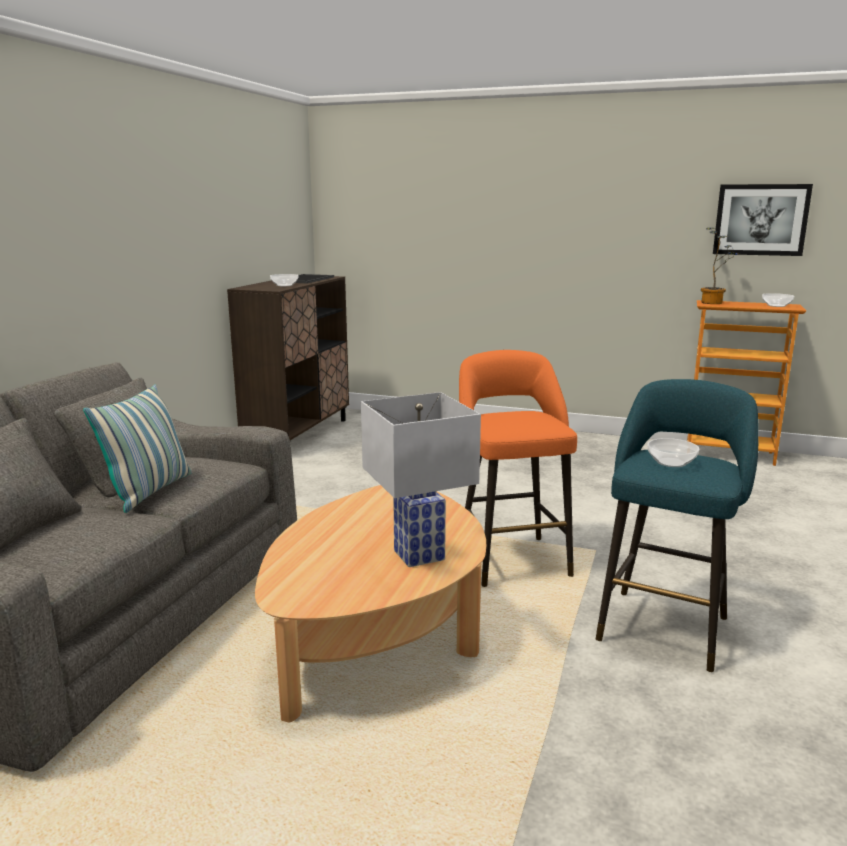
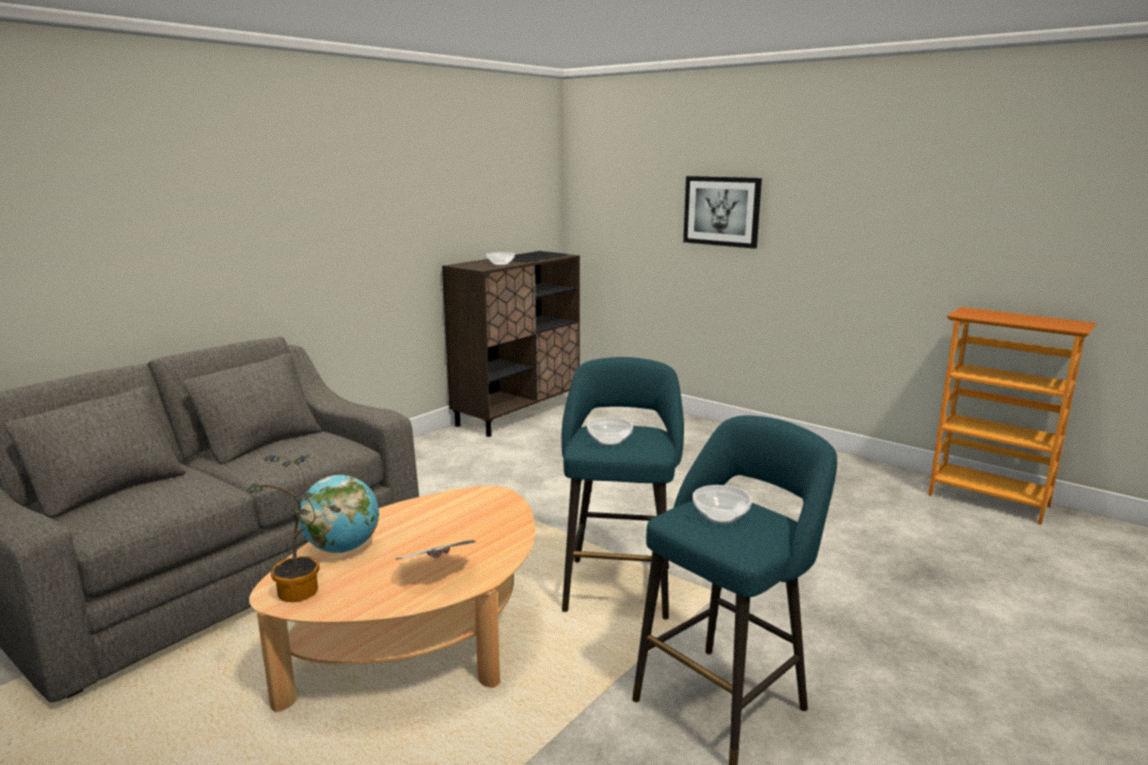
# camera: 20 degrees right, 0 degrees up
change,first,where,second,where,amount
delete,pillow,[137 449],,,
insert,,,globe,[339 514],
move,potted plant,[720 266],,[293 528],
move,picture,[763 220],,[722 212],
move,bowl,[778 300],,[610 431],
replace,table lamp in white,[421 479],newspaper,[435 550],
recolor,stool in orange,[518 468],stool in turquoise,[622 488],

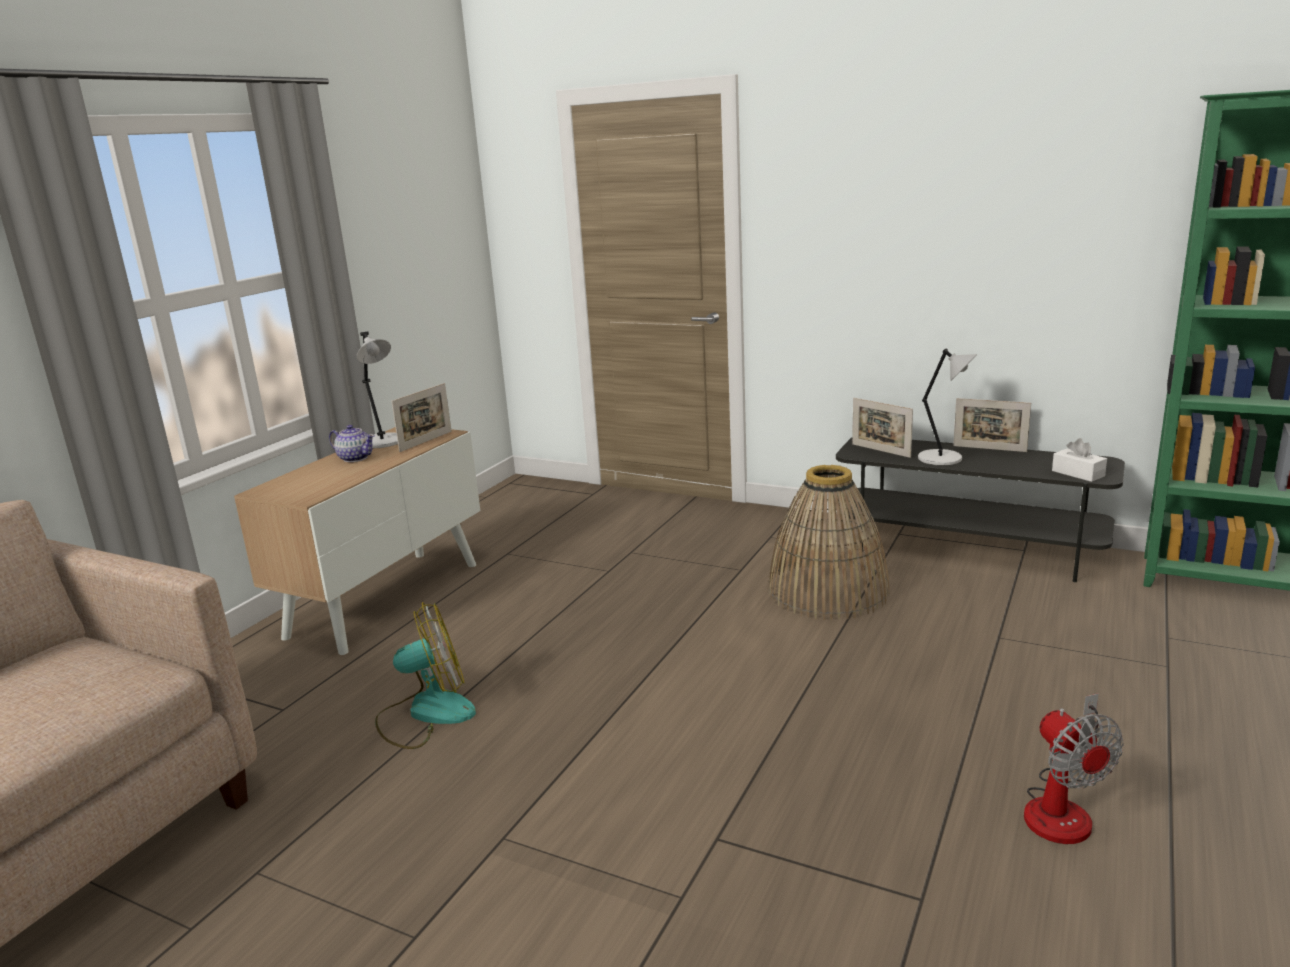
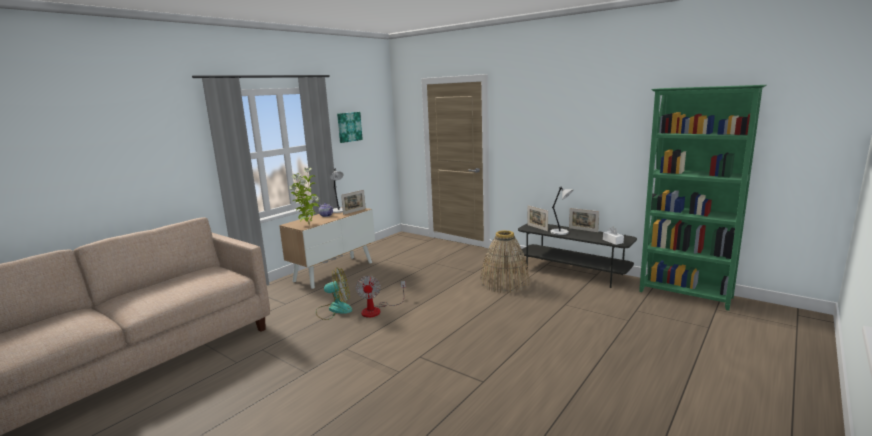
# camera: 10 degrees right, 5 degrees down
change,first,where,second,where,amount
insert,,,potted plant,[304 197],
insert,,,picture,[350 127],
move,fan,[1074 768],,[380 296],

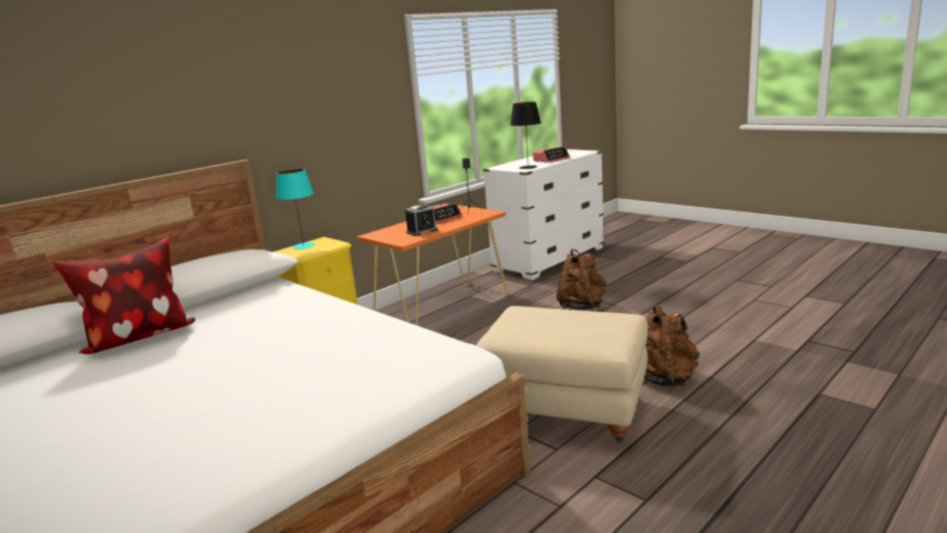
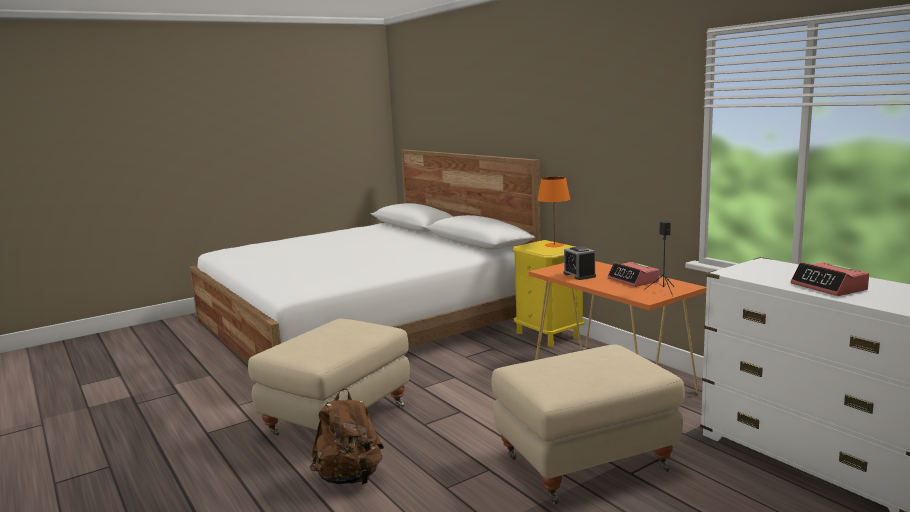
# camera: 100 degrees right, 5 degrees down
change,first,where,second,where,amount
delete,pillow,[124 295],,,
delete,table lamp in black,[525 135],,,
replace,backpack in brown,[581 279],ottoman in beige,[588 424],
recolor,table lamp in turquoise,[295 208],table lamp in orange,[553 211],

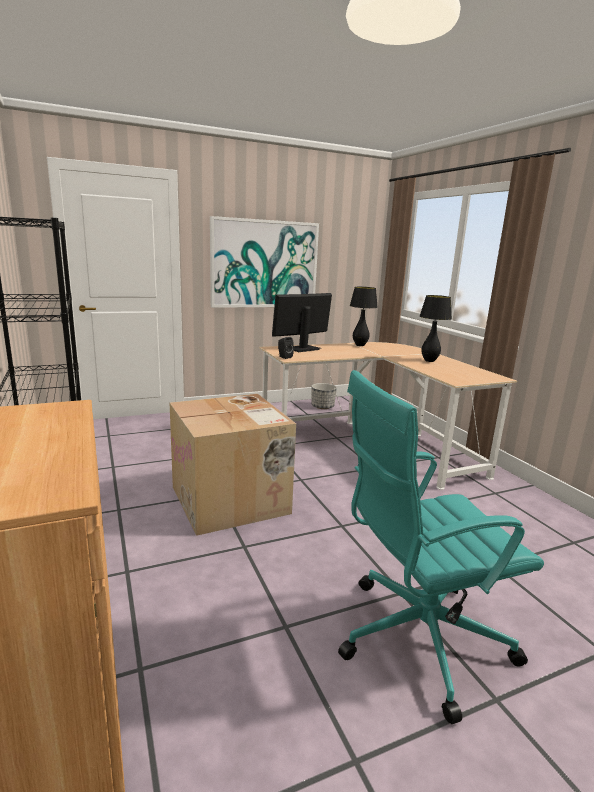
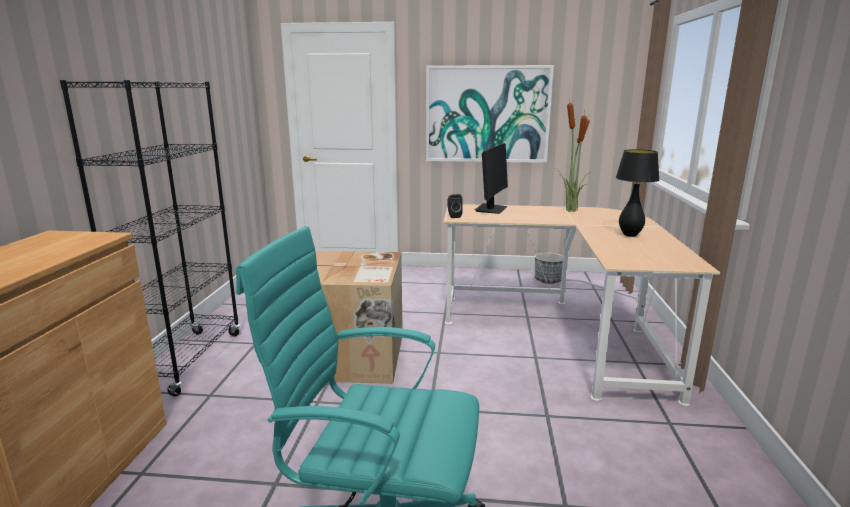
# camera: 30 degrees right, 0 degrees up
change,first,where,second,where,amount
replace,table lamp in black,[364 316],potted plant,[572 155],
rotate,monitor,[302 322],,[491 178],120 degrees clockwise

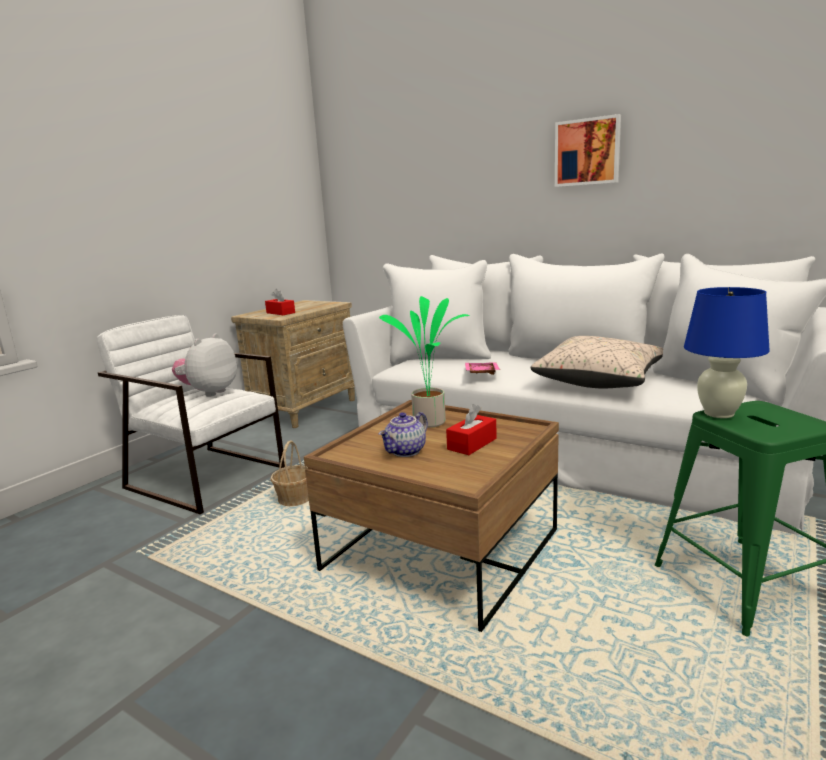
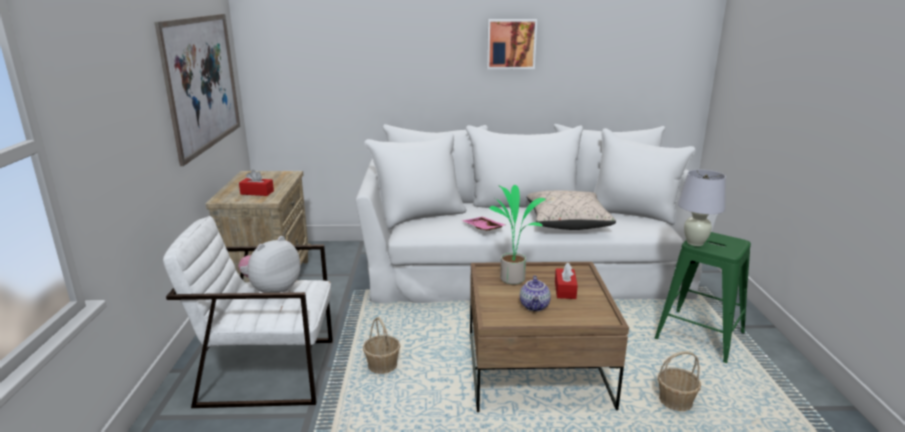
# camera: 35 degrees left, 5 degrees up
change,first,where,second,where,amount
insert,,,picture,[197 90],
insert,,,basket,[679 381],
recolor,table lamp in blue,[727 352],table lamp in white,[702 208],
rotate,plush toy,[204 365],,[269 264],45 degrees clockwise

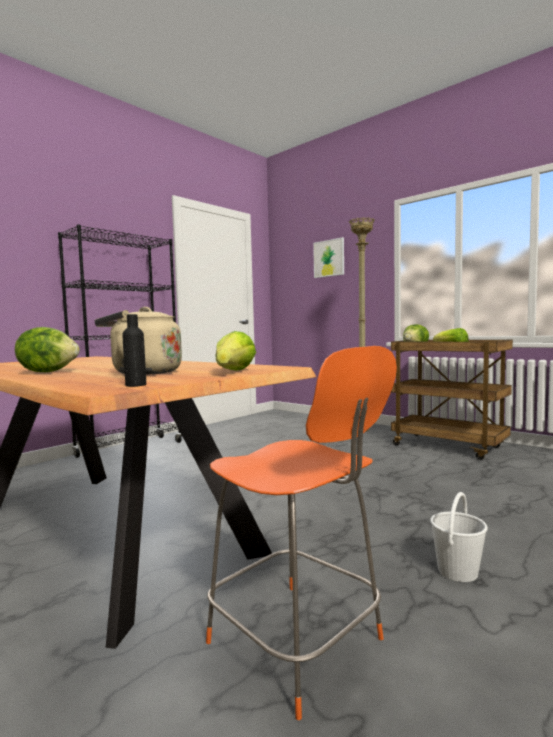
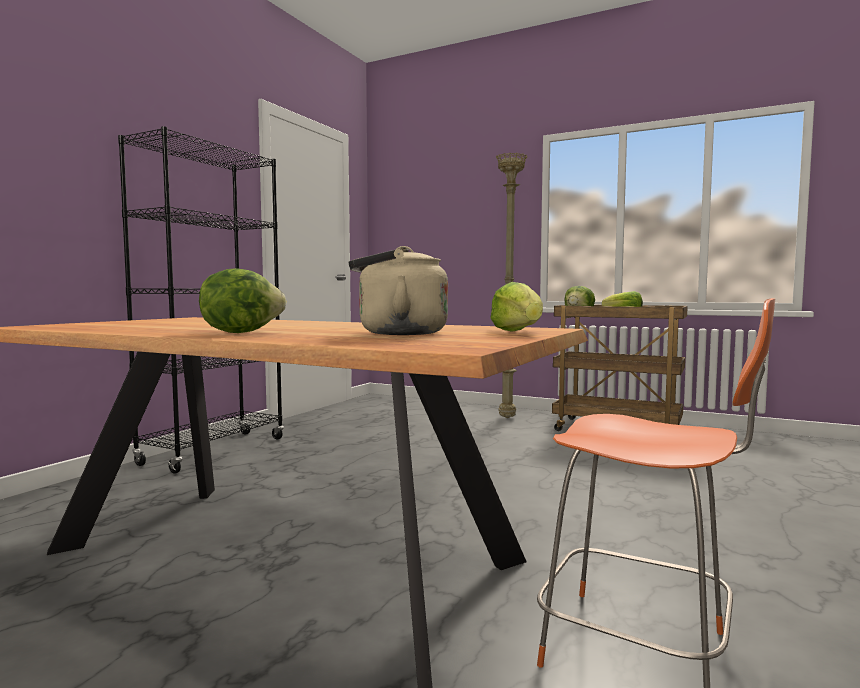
# camera: 15 degrees left, 0 degrees up
change,first,where,second,where,amount
delete,bottle in black,[134 350],,,
delete,picture,[328 257],,,
delete,bucket in white,[459 537],,,

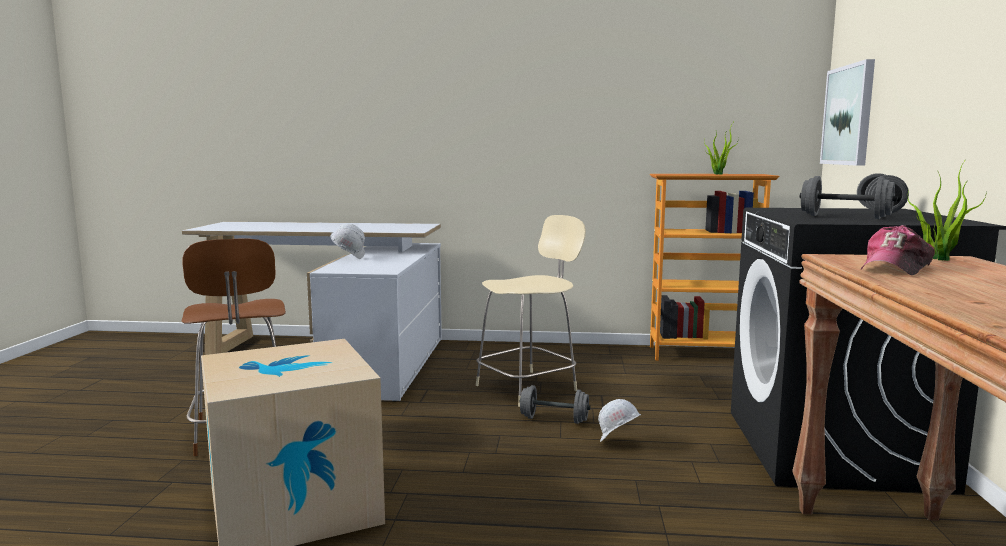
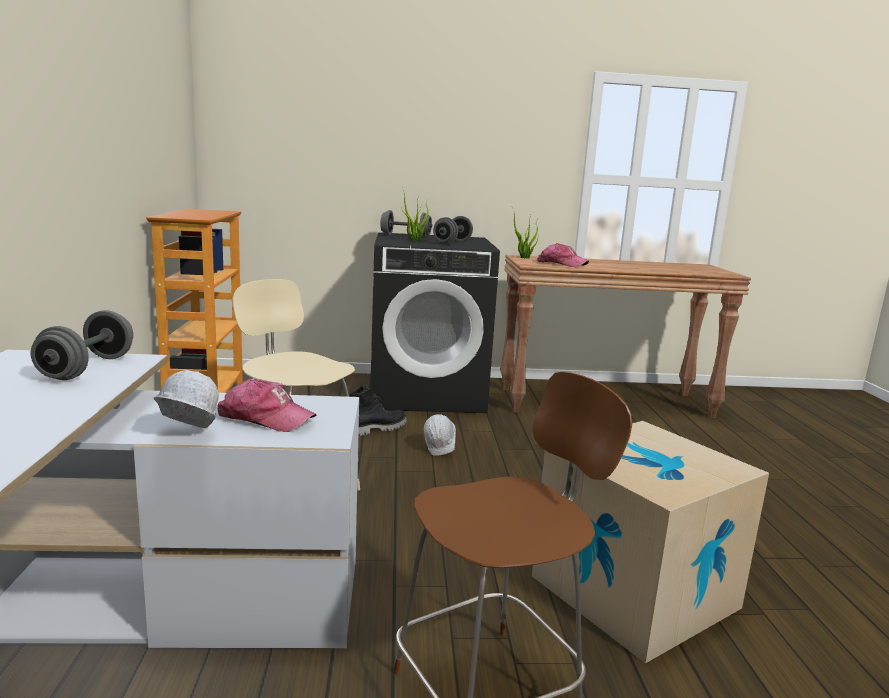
# camera: 100 degrees left, 5 degrees up
change,first,where,second,where,amount
delete,picture,[847 112],,,
insert,,,cap,[267 405],
insert,,,boot in black,[378 410],
move,dumbbell in grey,[555 404],,[82 345],
move,potted plant,[721 149],,[415 214],

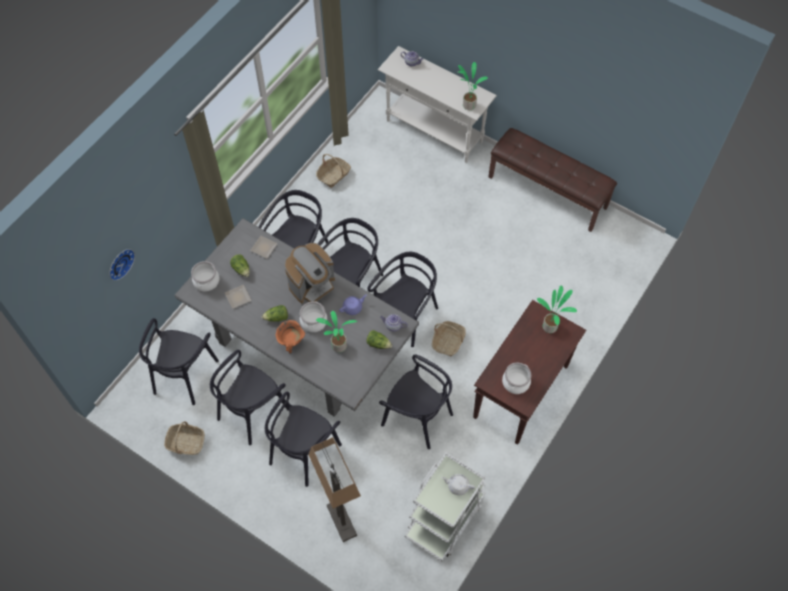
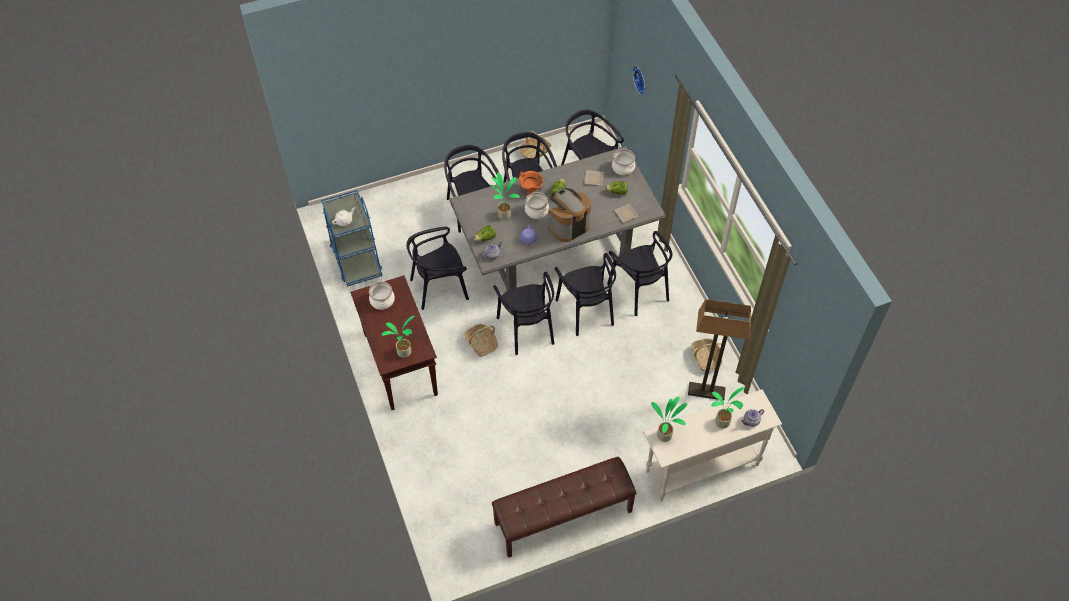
# camera: 125 degrees right, 5 degrees down
change,first,where,second,where,amount
insert,,,potted plant,[728 407],
move,floor lamp,[334 489],,[719 349],
recolor,cart in white,[445 507],cart in blue,[351 238],
rotate,coffee machine,[309 273],,[570 215],60 degrees clockwise

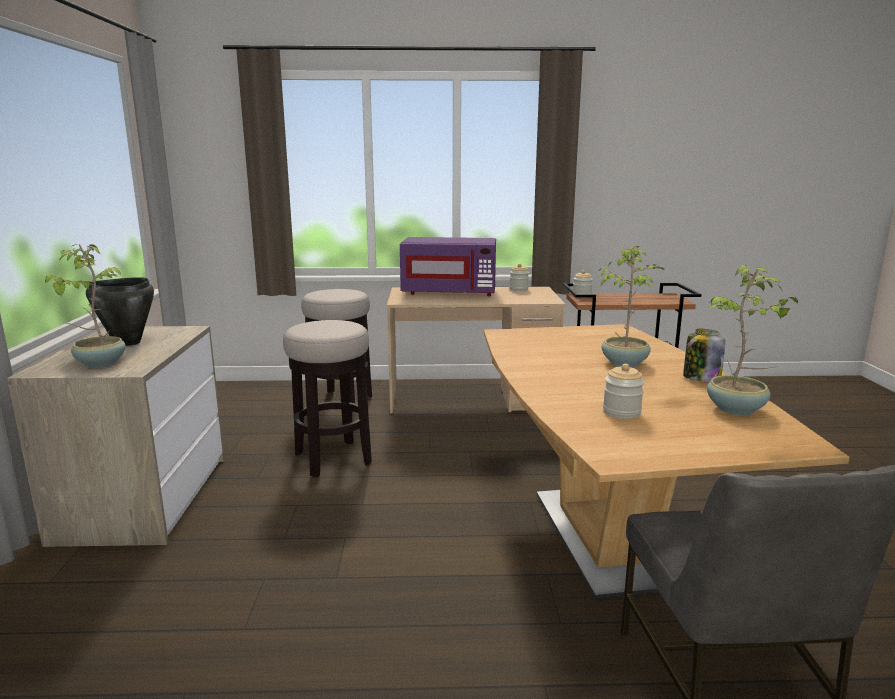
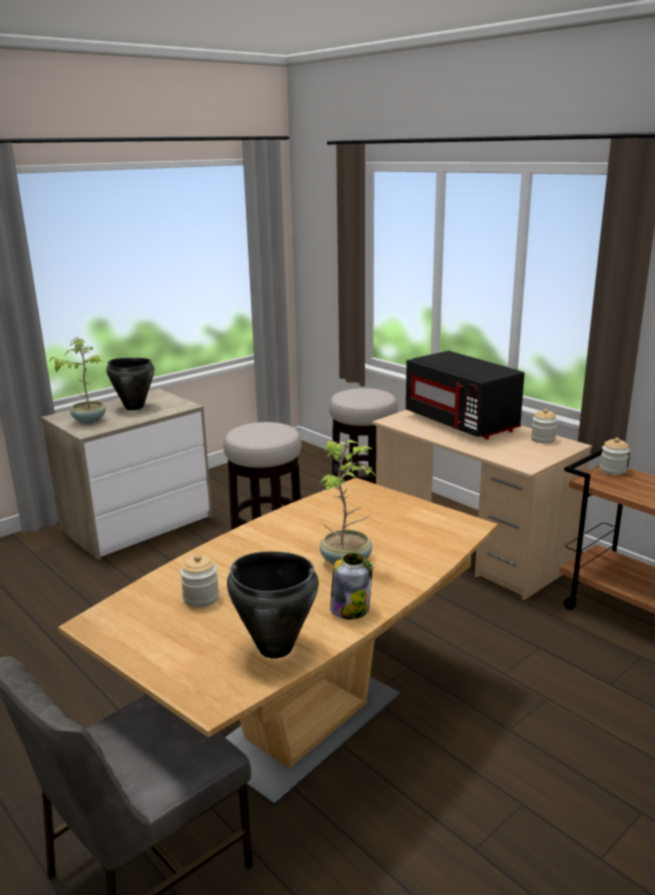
# camera: 50 degrees right, 5 degrees up
change,first,where,second,where,amount
replace,potted plant,[752 340],cooking pot in black,[273 605],
recolor,microwave in purple,[448 266],microwave in black,[465 395],

